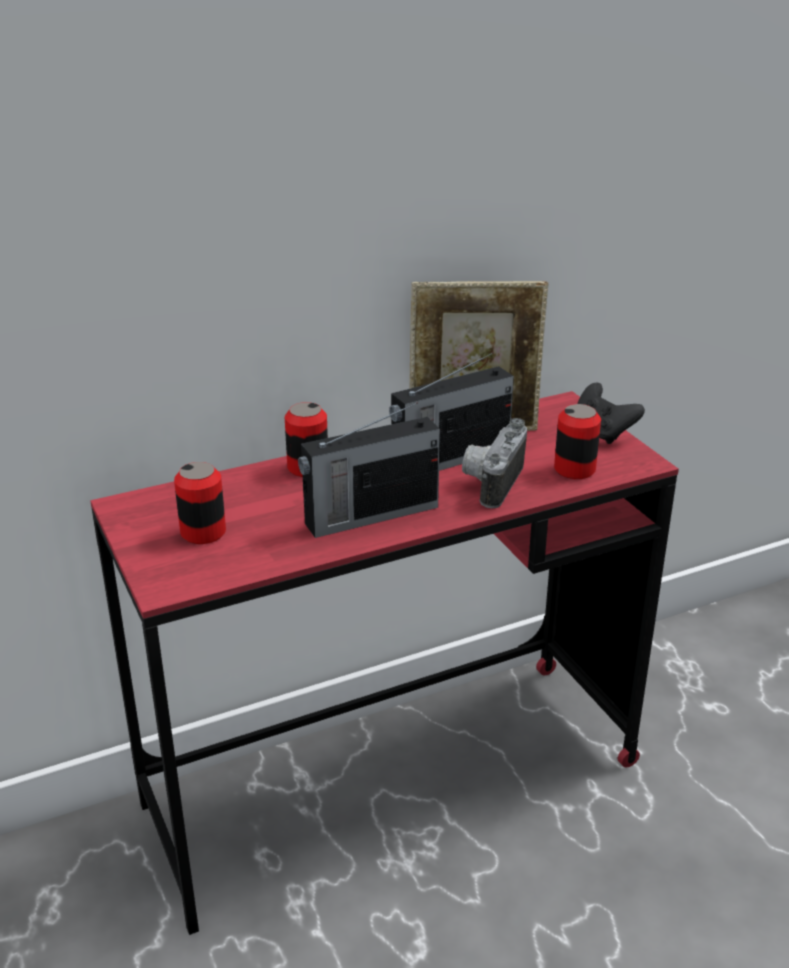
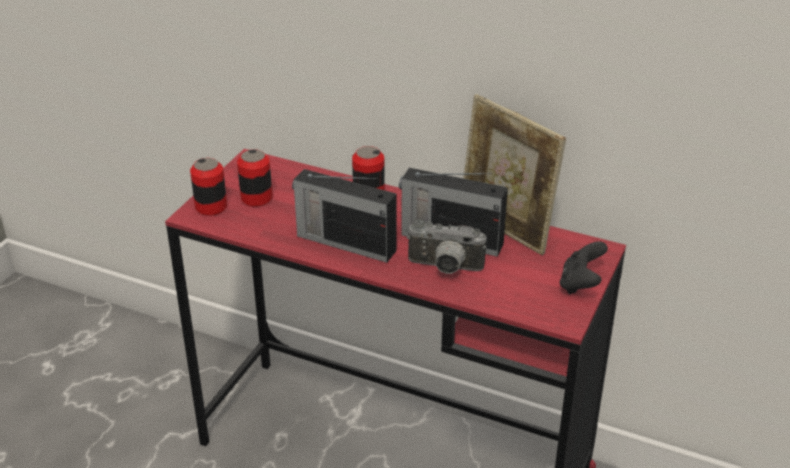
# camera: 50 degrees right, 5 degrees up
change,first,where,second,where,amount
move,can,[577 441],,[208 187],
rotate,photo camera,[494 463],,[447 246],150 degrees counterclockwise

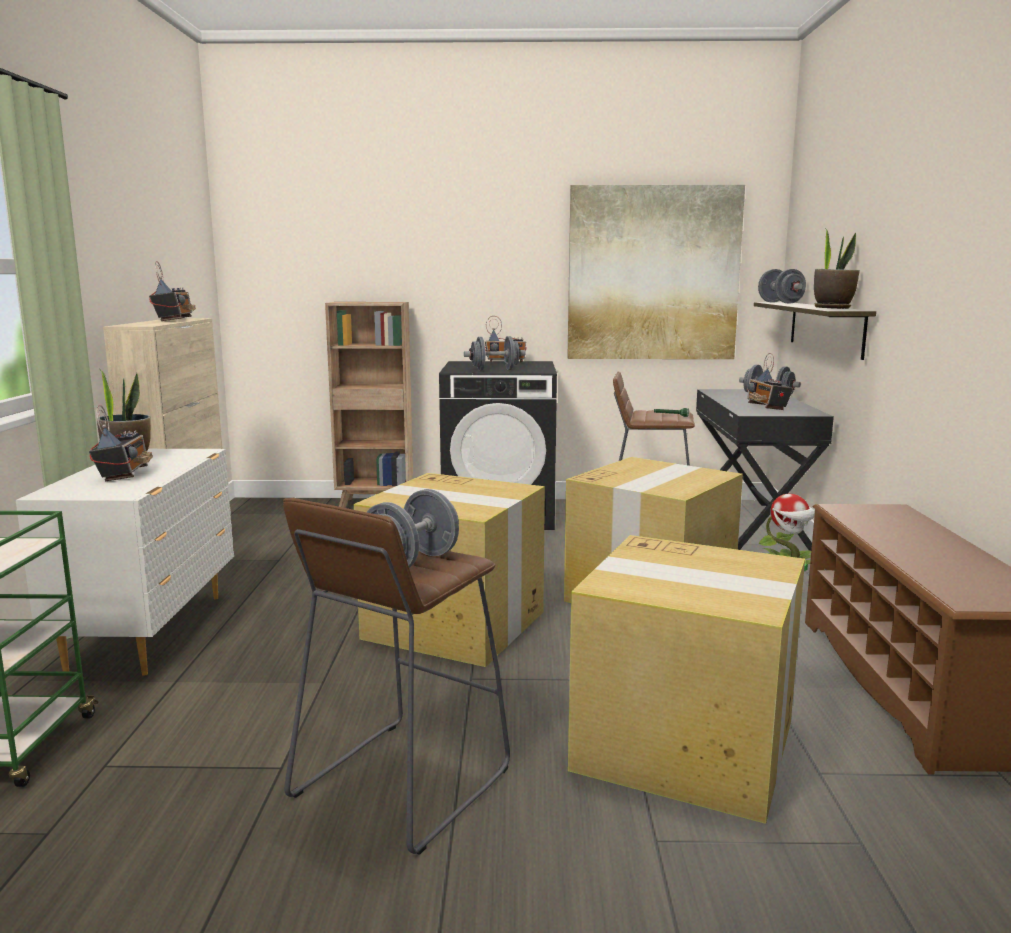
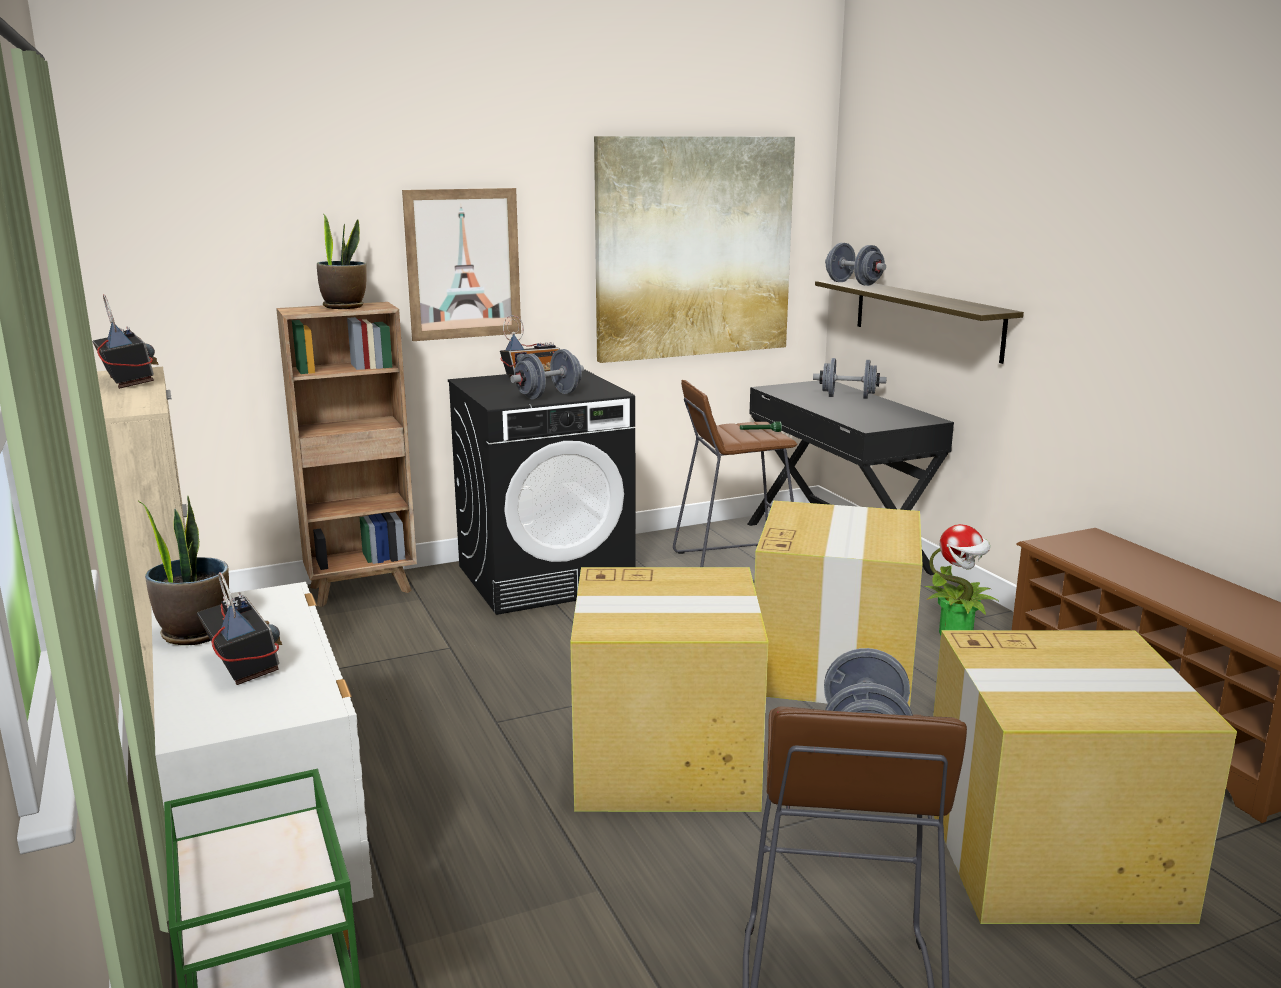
# camera: 25 degrees left, 5 degrees up
change,first,where,second,where,amount
delete,radio,[770 381],,,
insert,,,picture,[461 264],
move,potted plant,[837 268],,[342 261],

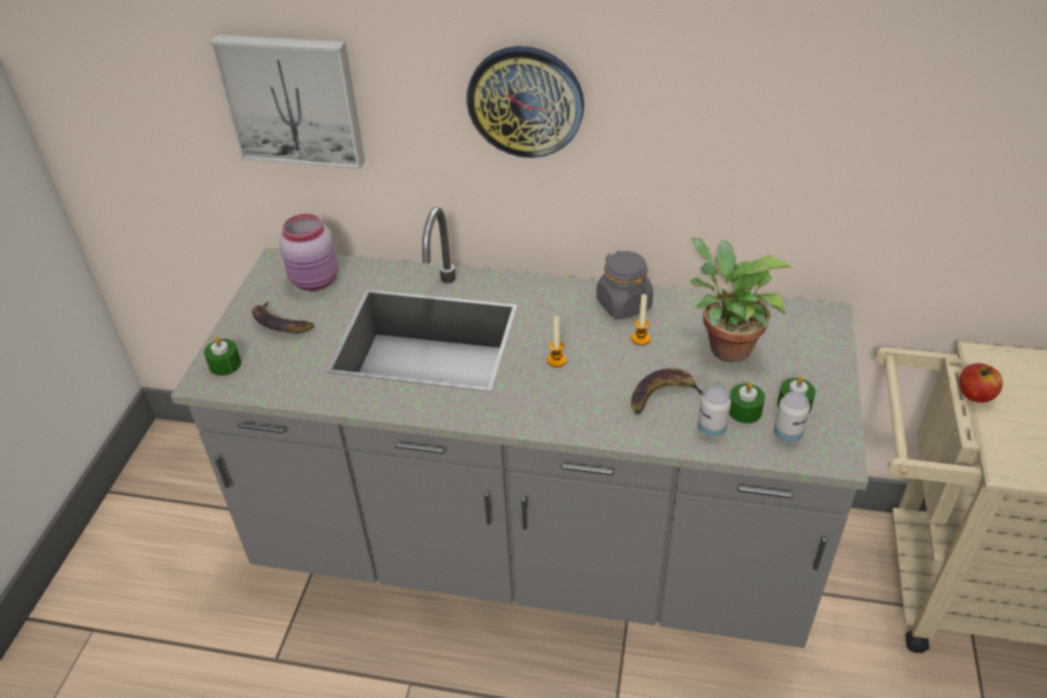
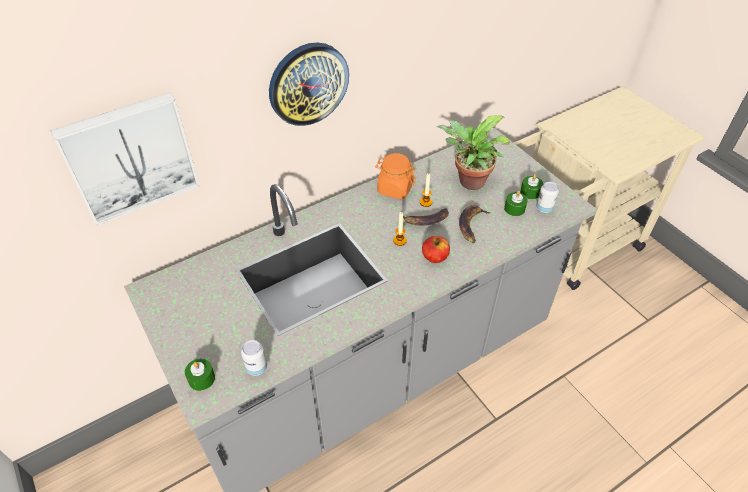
# camera: 45 degrees left, 5 degrees up
change,first,where,second,where,amount
delete,jar in pink,[308 252],,,
move,banana,[283 317],,[426 216],
move,can,[714 412],,[254 358],
move,apple,[981 383],,[436 249],
recolor,jar in grey,[624 285],jar in orange,[395 176],

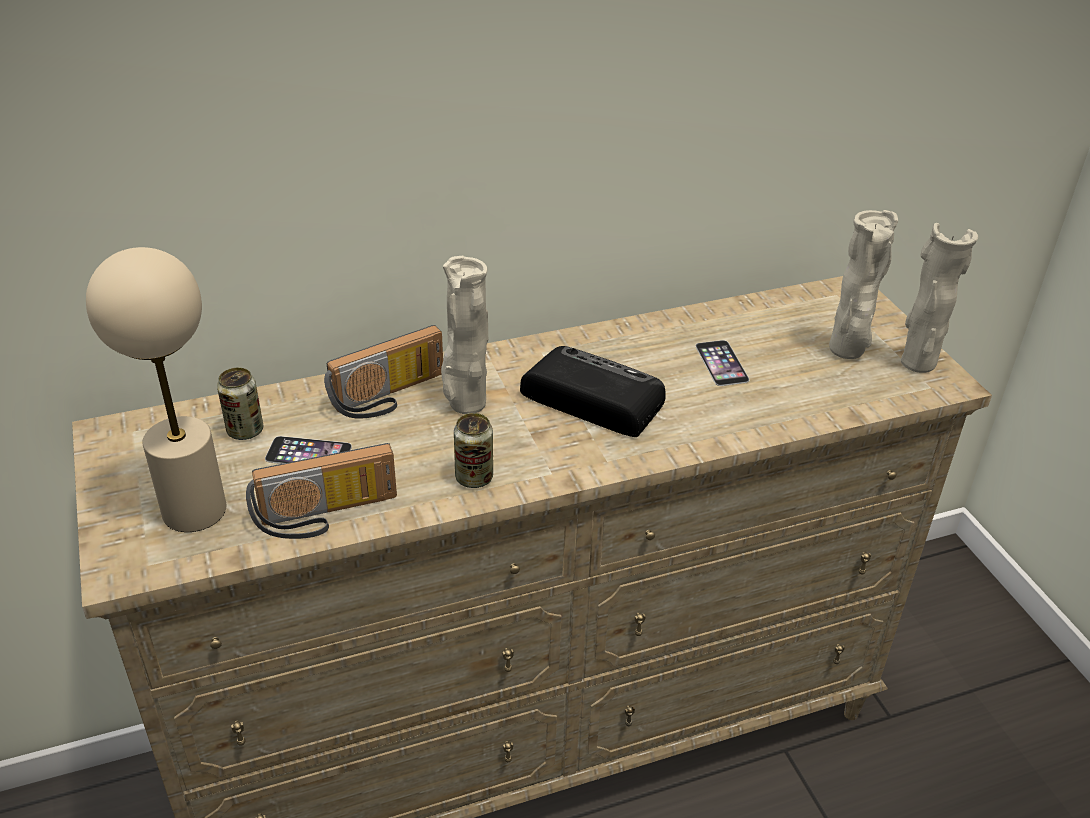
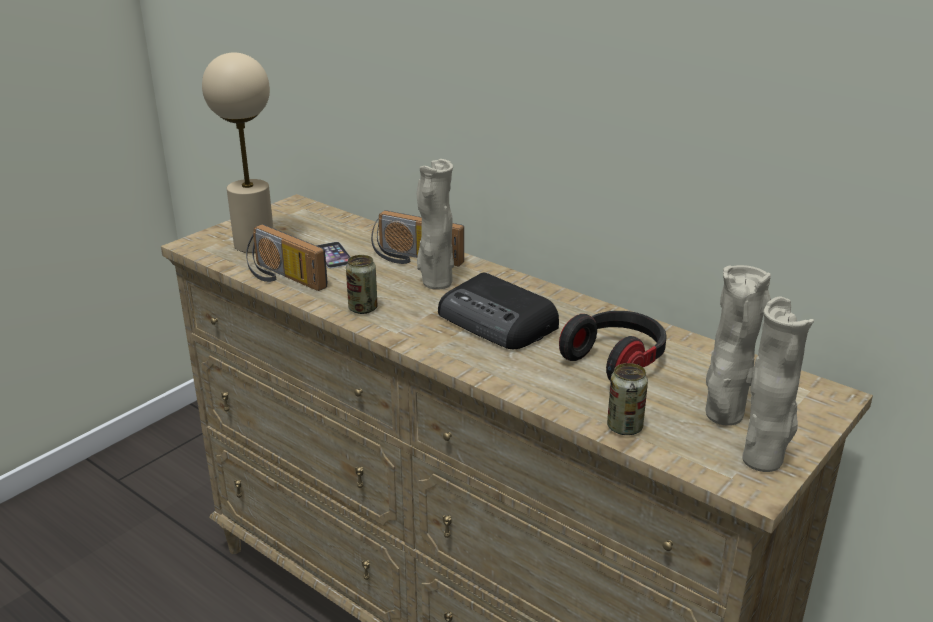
# camera: 60 degrees right, 10 degrees down
change,first,where,second,where,amount
move,can,[240 404],,[627 399],
replace,phone,[722 363],headphones,[612 346],
rotate,radio,[592 391],,[498 311],135 degrees clockwise

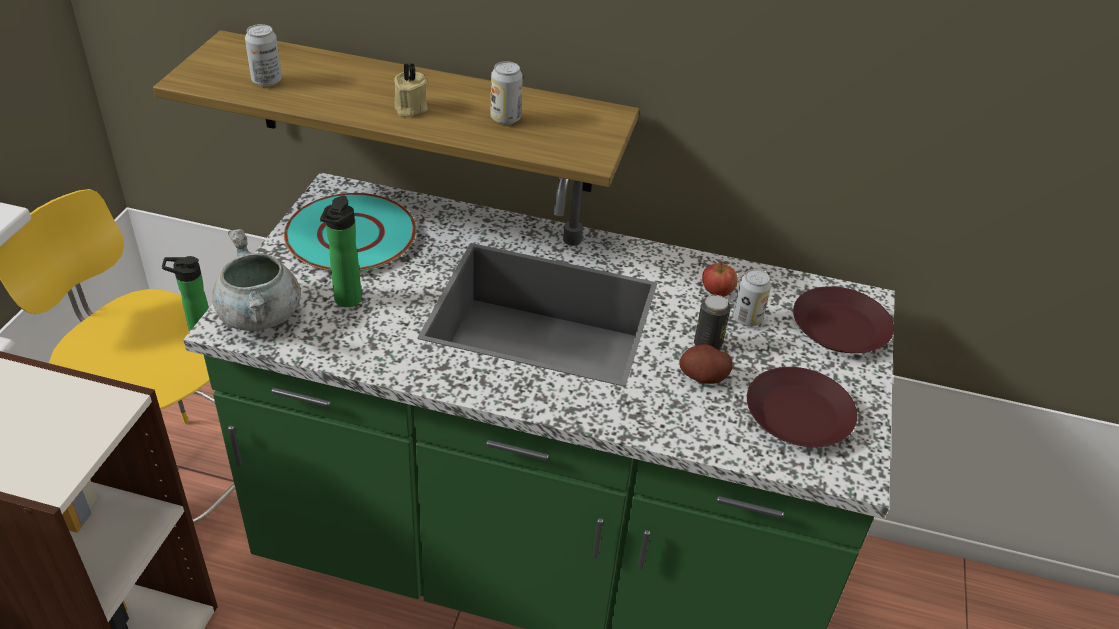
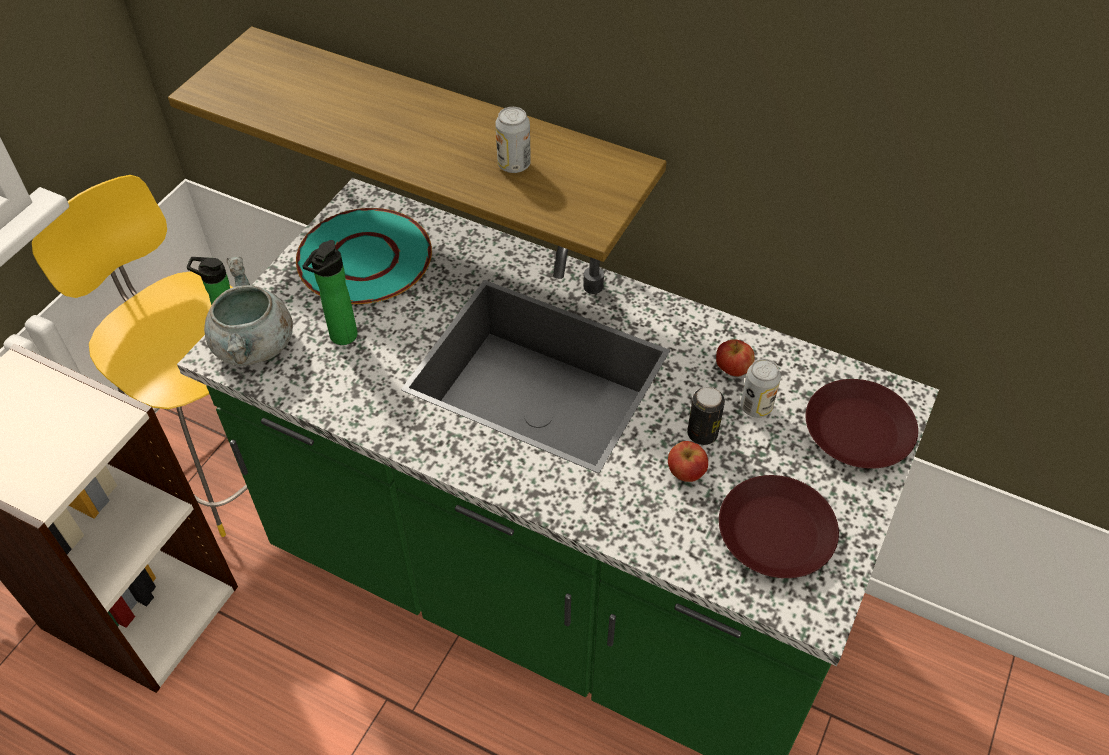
# camera: 15 degrees right, 10 degrees up
change,first,where,second,where,amount
delete,can,[263 55],,,
delete,candle in beige,[410 90],,,
replace,potato,[706 364],apple,[688 461],

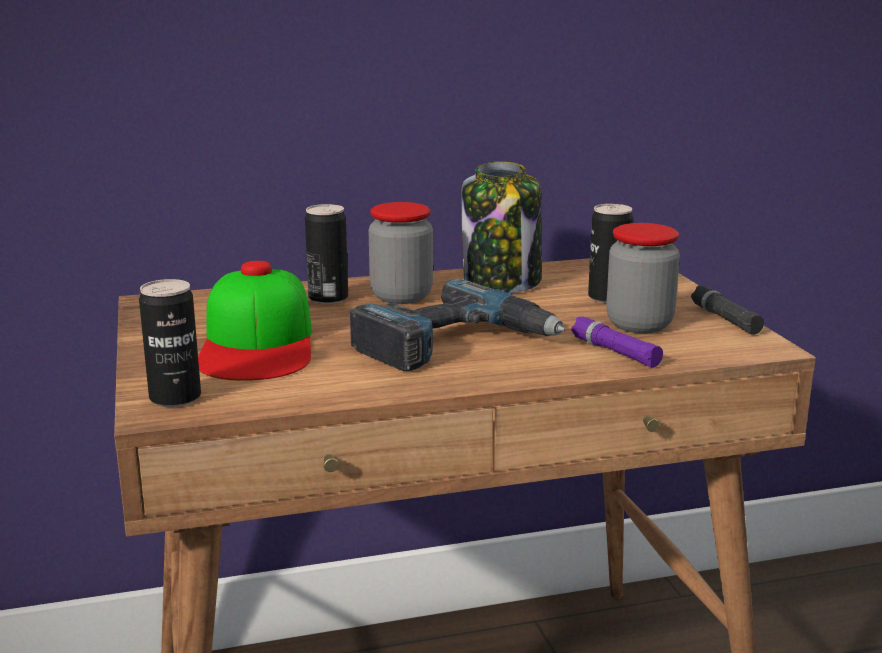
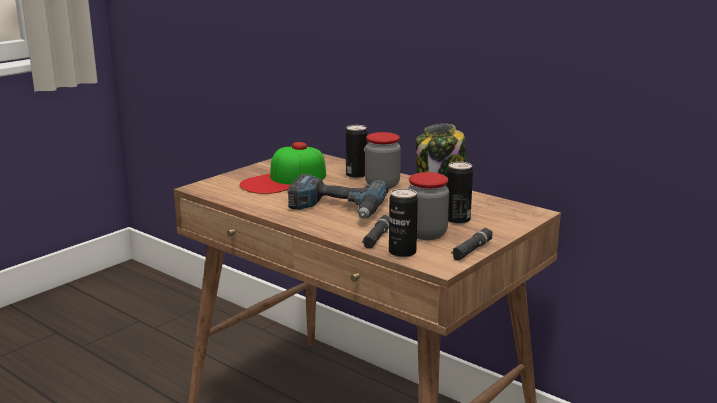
# camera: 55 degrees right, 0 degrees up
change,first,where,second,where,amount
move,can,[170 343],,[403 223],
recolor,flashlight in purple,[617 342],flashlight in black,[375 232],

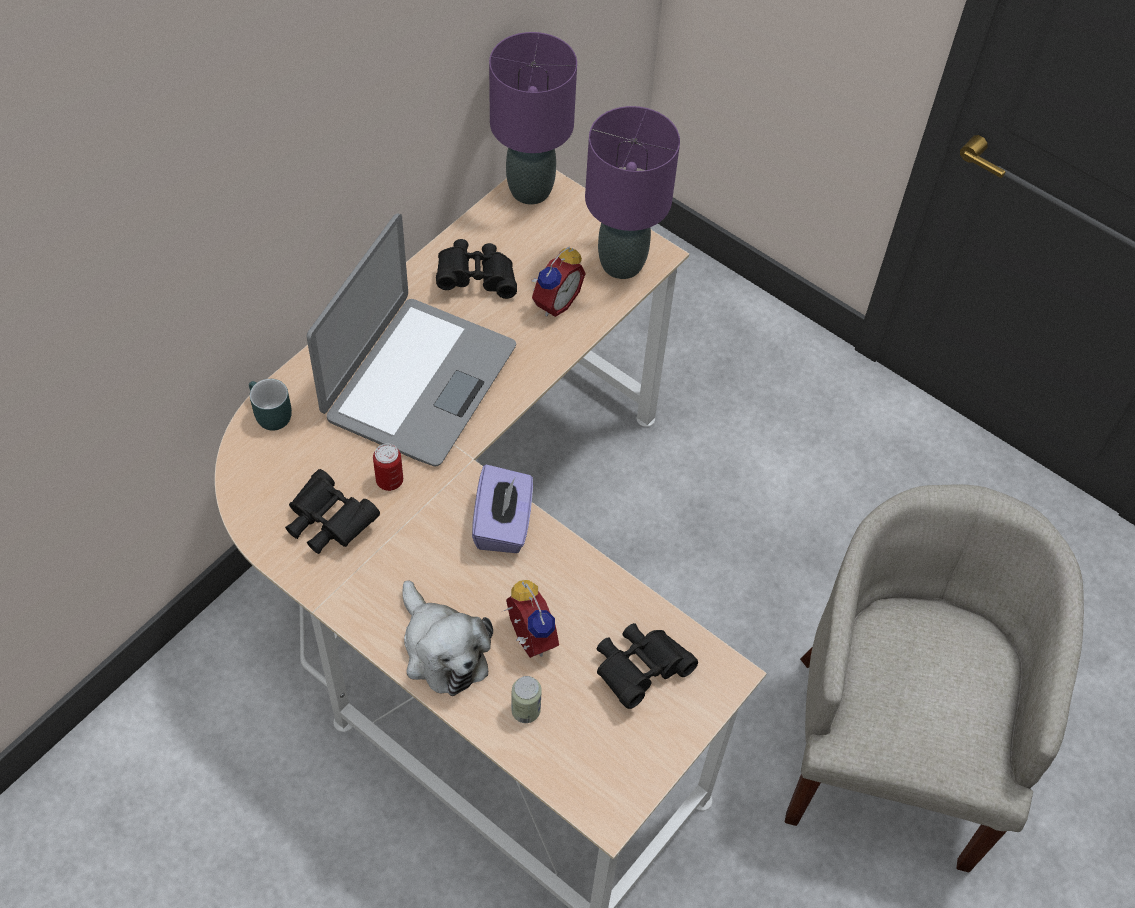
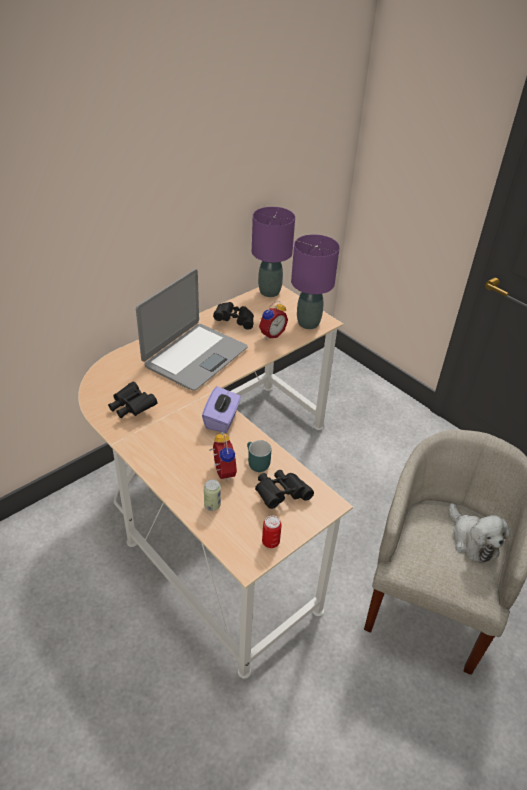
# camera: 10 degrees right, 15 degrees down
change,first,where,second,where,amount
move,mug in turquoise,[270 405],,[259 456],
move,can,[388 467],,[272 532],
move,plush toy,[447 638],,[479 533],

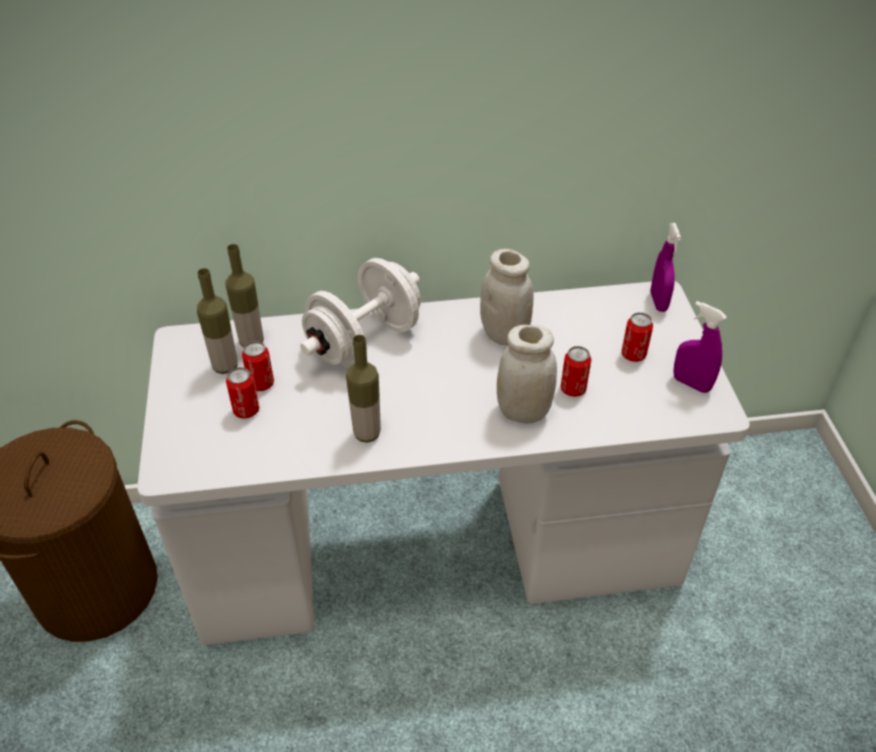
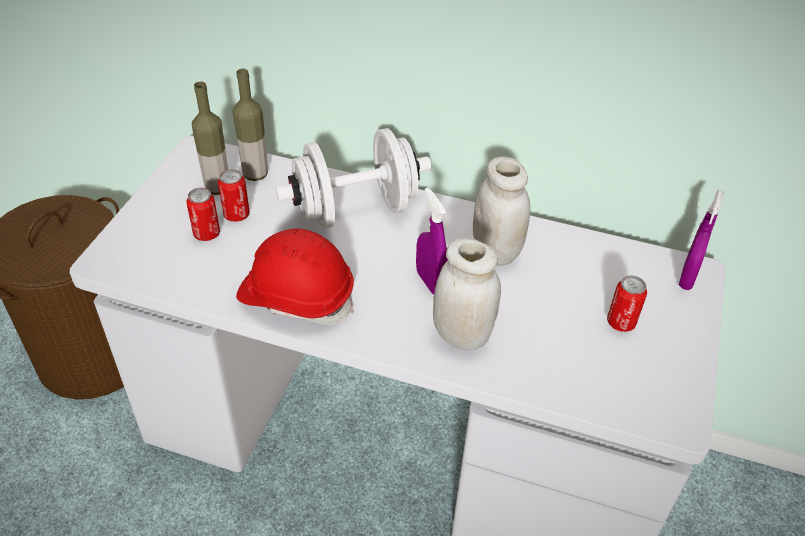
# camera: 25 degrees right, 0 degrees up
change,first,where,second,where,amount
delete,can,[576 371],,,
move,spray bottle in purple,[700 347],,[432 241],
replace,bottle,[363 389],hard hat in red,[295 276],

